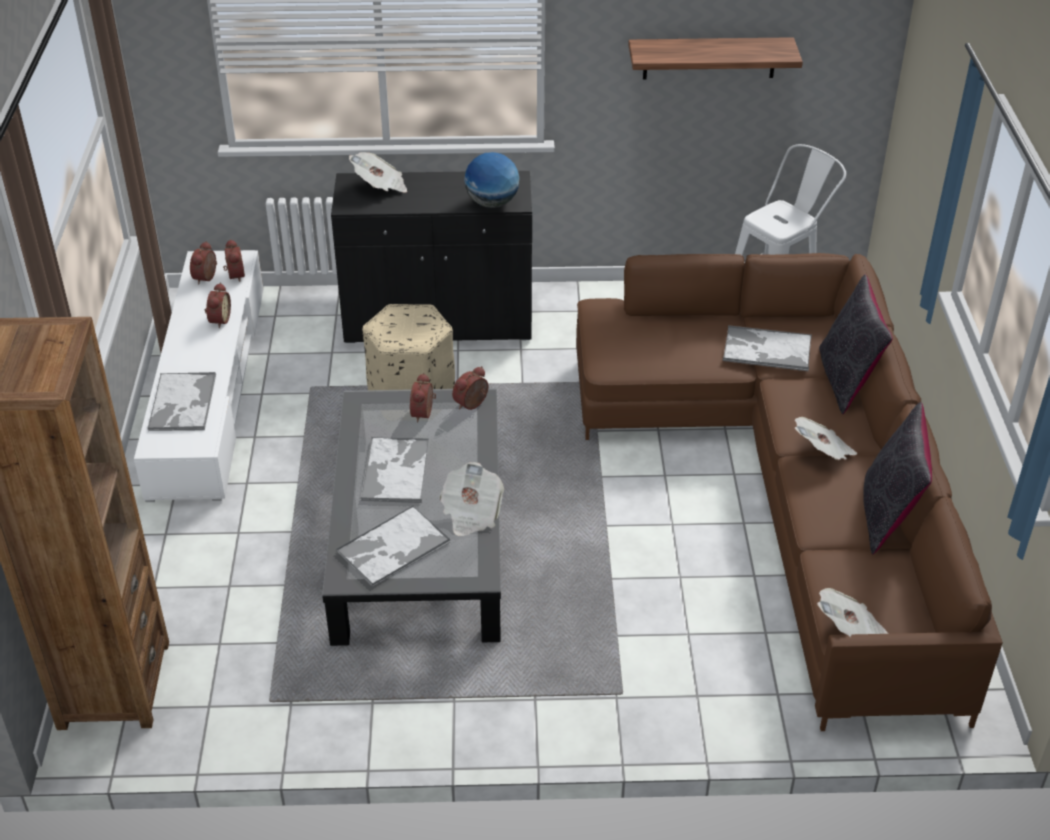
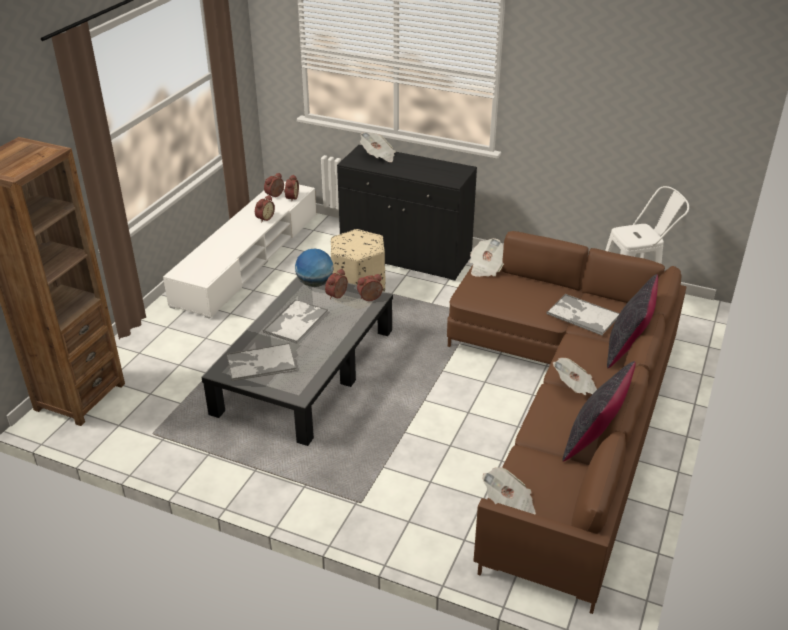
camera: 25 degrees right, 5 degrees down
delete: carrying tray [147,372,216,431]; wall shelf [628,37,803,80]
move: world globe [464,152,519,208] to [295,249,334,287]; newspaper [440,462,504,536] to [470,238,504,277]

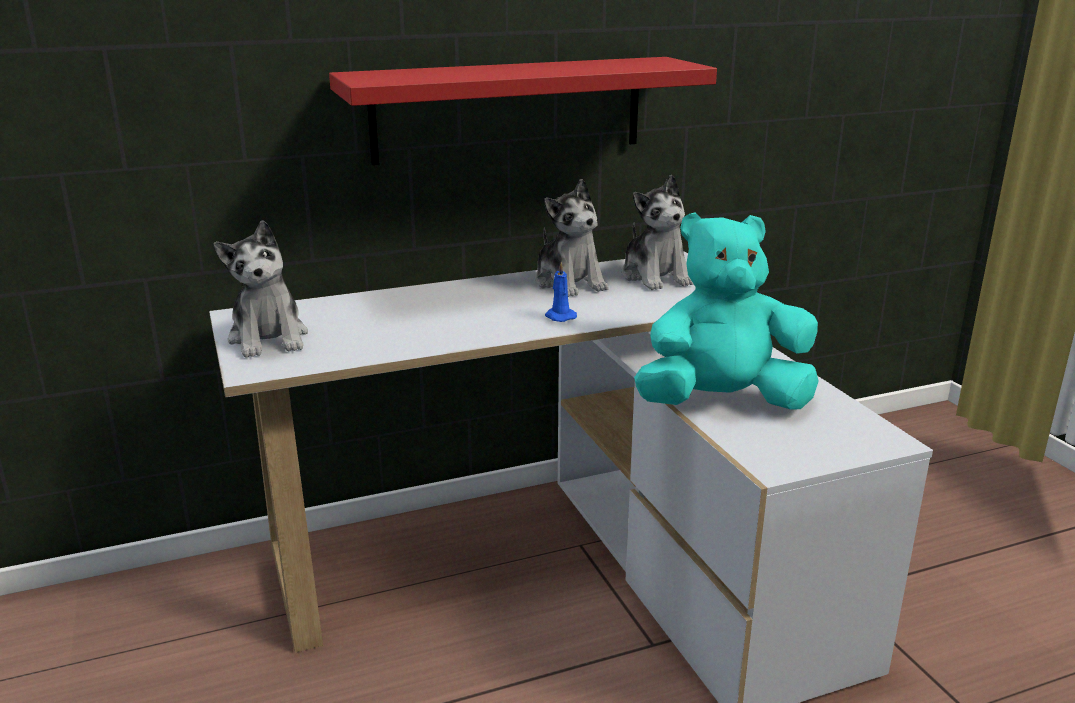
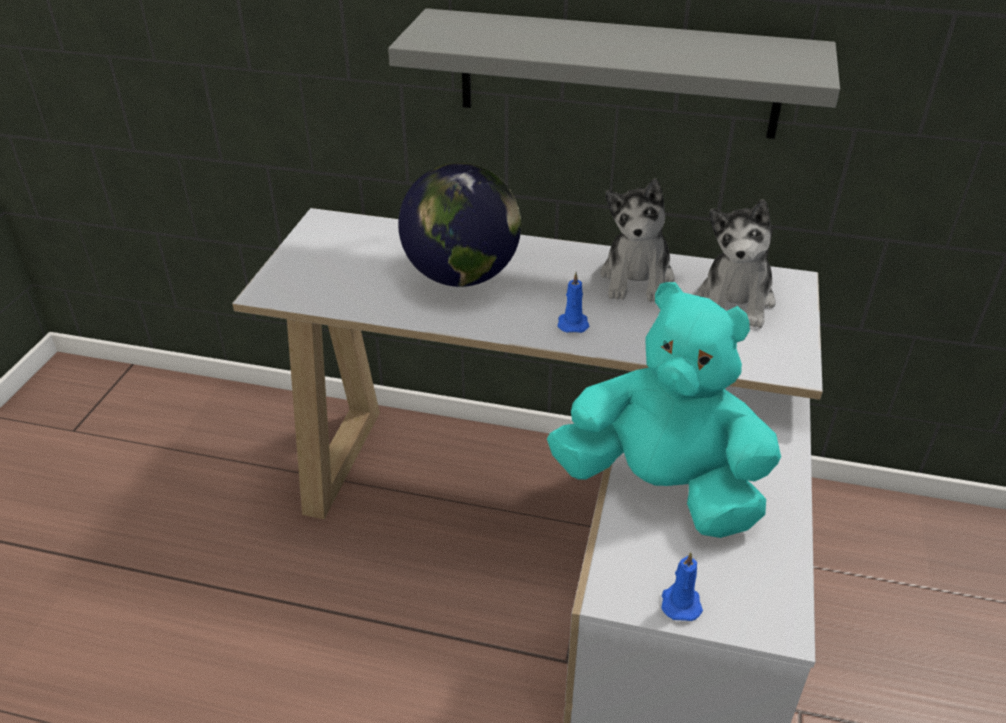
camera: 35 degrees right, 15 degrees up
delete: soft toy [213,220,308,358]
insert: world globe [398,163,521,287]; wax light (blue) [662,552,703,621]
recolor: wall shelf (red-coloured) [329,57,717,165] to wall shelf (greyish) [388,8,840,139]

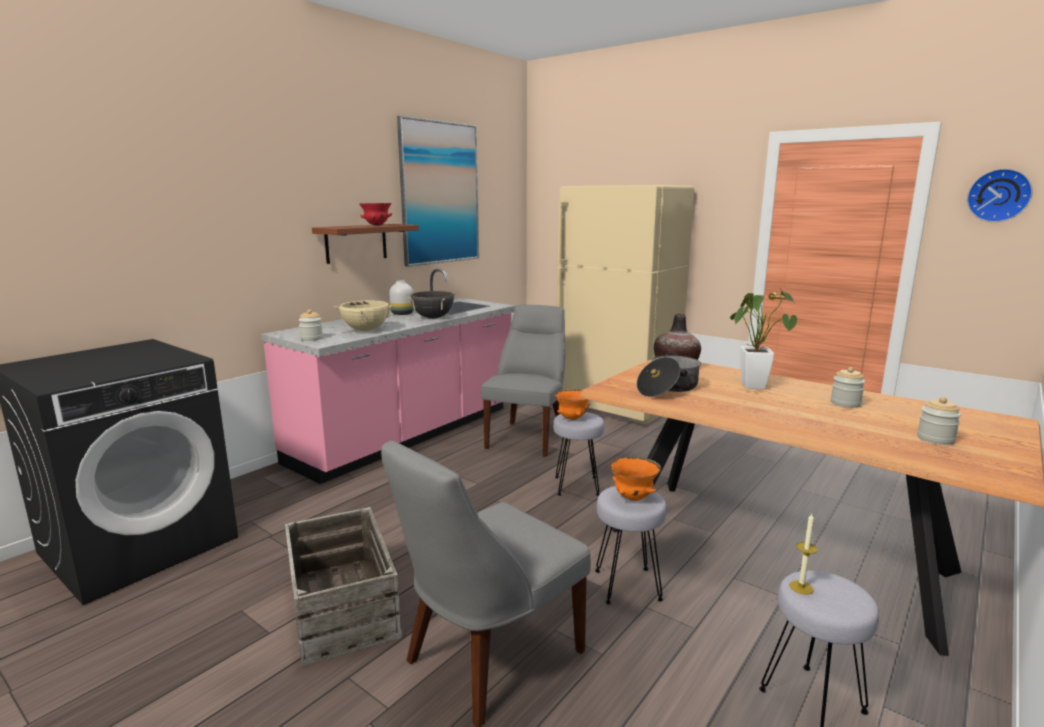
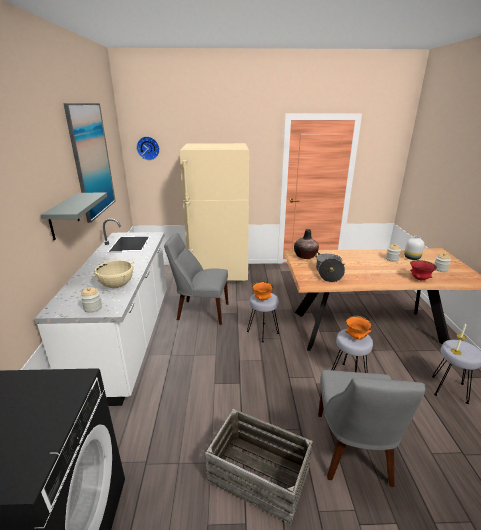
camera: 40 degrees left, 10 degrees up
delete: cooking pot (black) [407,291,456,319]; houseplant [730,288,797,389]
move: hanging clock [967,168,1033,222] to [136,136,160,160]; vase (white) [389,280,414,315] to [404,236,424,260]; deep dish (red-coloured) [360,203,393,226] to [410,260,437,280]
recolor: counter (pink) [261,269,515,484] to counter (white) [35,219,167,406]; wall shelf (brown-coloured) [312,224,419,264] to wall shelf (greyish) [41,193,107,240]
rotate: plain chair (greyish) [481,305,566,457] = [164,233,229,325] 60 degrees counterclockwise

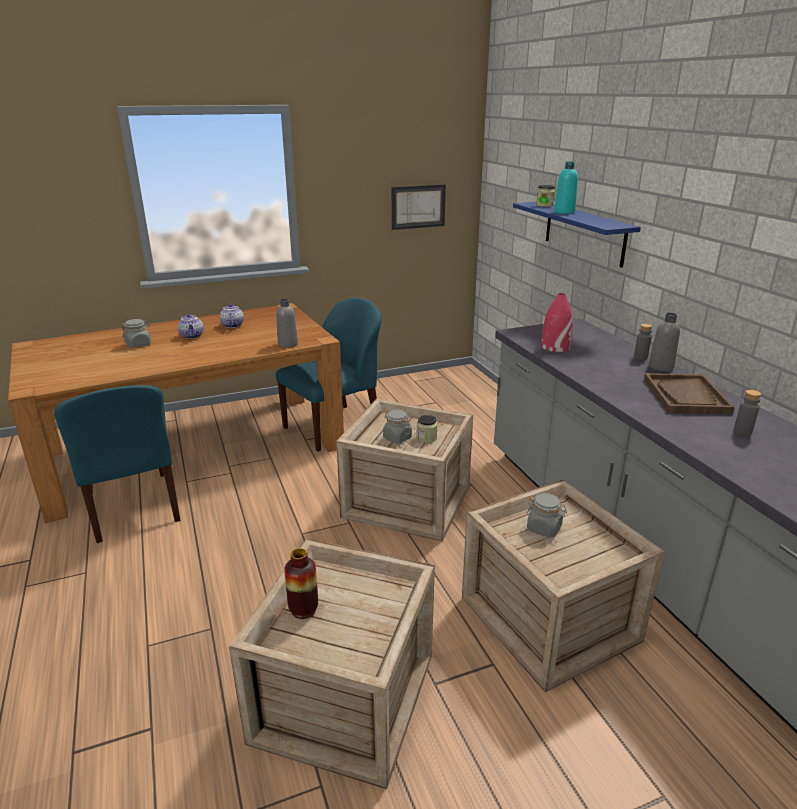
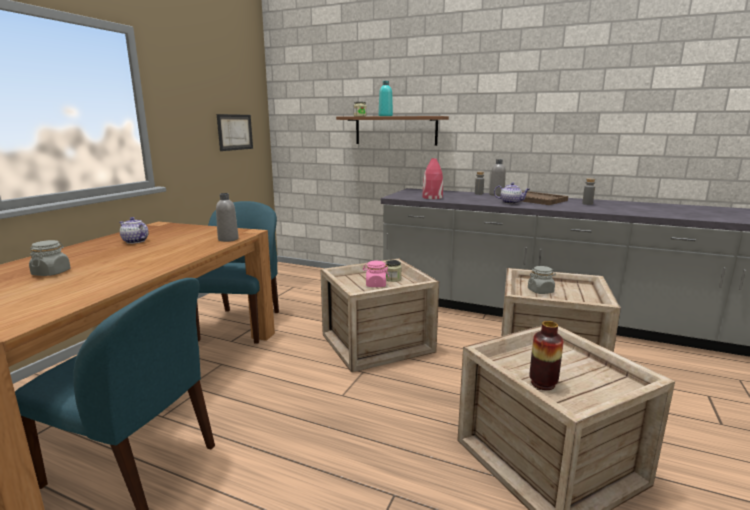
camera: 45 degrees left, 10 degrees down
move: pot for tea [178,313,204,339] to [494,182,530,204]
recolor: wall shelf (blue) [513,202,641,268] to wall shelf (brown-coloured) [336,116,449,146]; storage jar (greyish) [383,410,412,444] to storage jar (pink) [363,261,389,287]

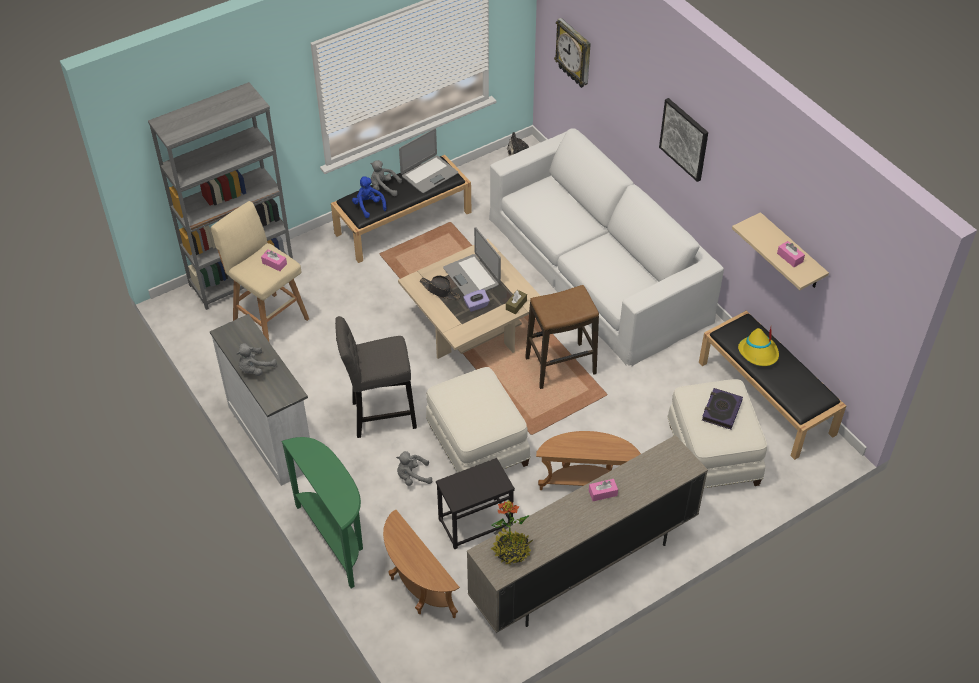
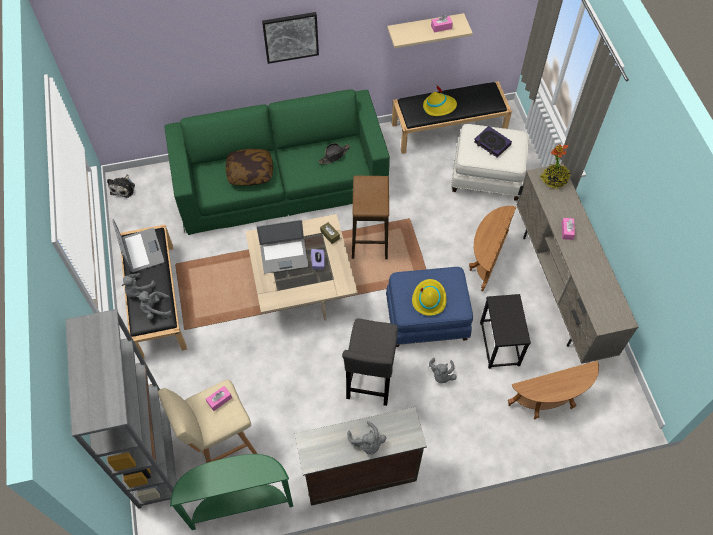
camera: 70 degrees left, 10 degrees up
delete: hanging clock [554,18,591,88]
insert: throw pillow [226,149,273,186]; hat (yellow) [412,279,446,316]
move: narrow table (green-coloured) [281,437,363,588] to [170,454,293,530]; hat (black) [420,275,460,300] to [319,143,350,164]; houseplant [491,501,533,564] to [540,144,571,189]
recolor: soft toy (blue) [352,177,387,218] to soft toy (greyish) [136,291,172,320]; sofa (white) [489,128,724,367] to sofa (green-coloured) [164,89,390,235]; drawer chest (white) [210,314,310,486] to drawer chest (brown-coloured) [295,407,427,506]; pouffe (white) [426,367,530,473] to pouffe (blue) [386,267,473,347]

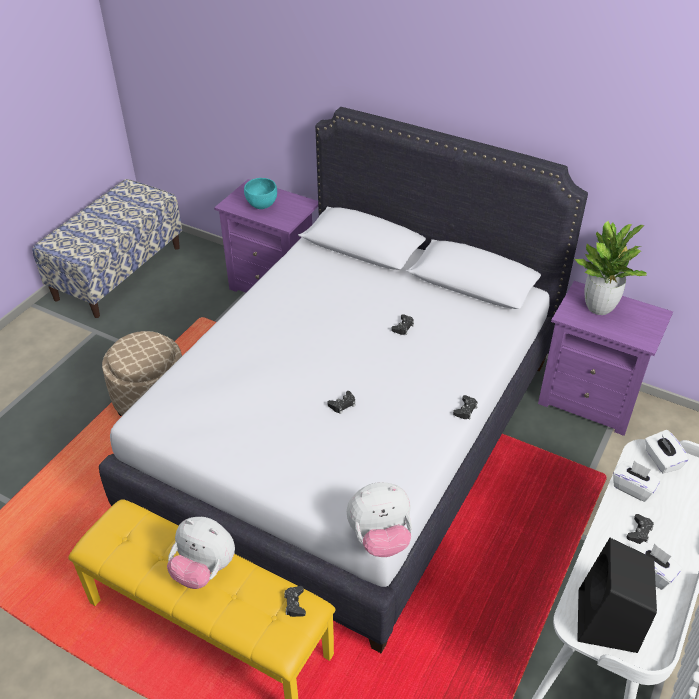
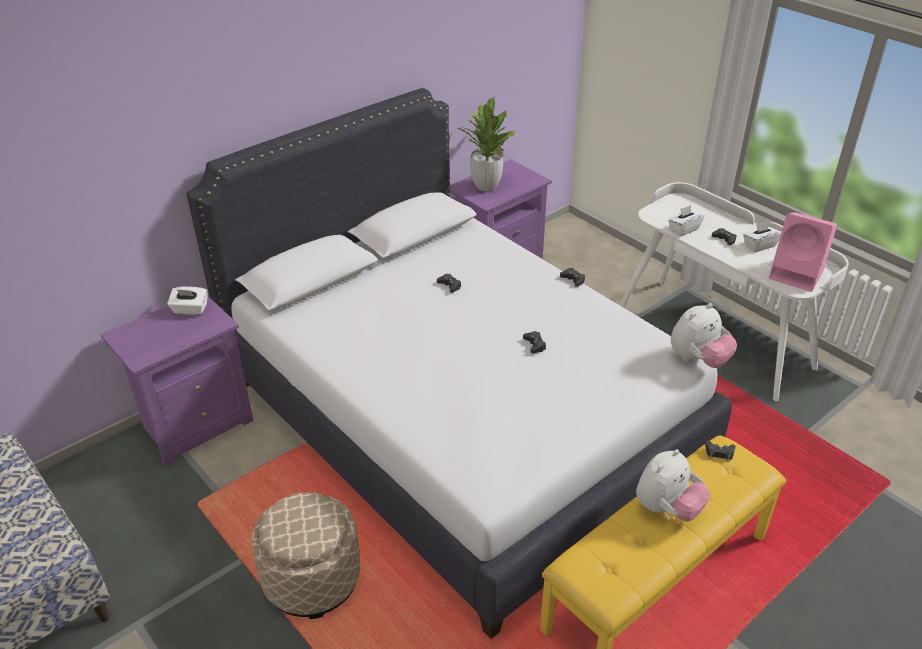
camera: 70 degrees left, 5 degrees down
delete: deep dish (blue-green) [244,178,277,209]
move: tissue box (white) [645,430,689,473] to [167,286,208,315]
recolor: loudspeaker (black) [577,538,657,653] to loudspeaker (pink) [769,212,837,292]
rotate: soft toy [347,482,412,557] = [671,303,737,368] 45 degrees clockwise

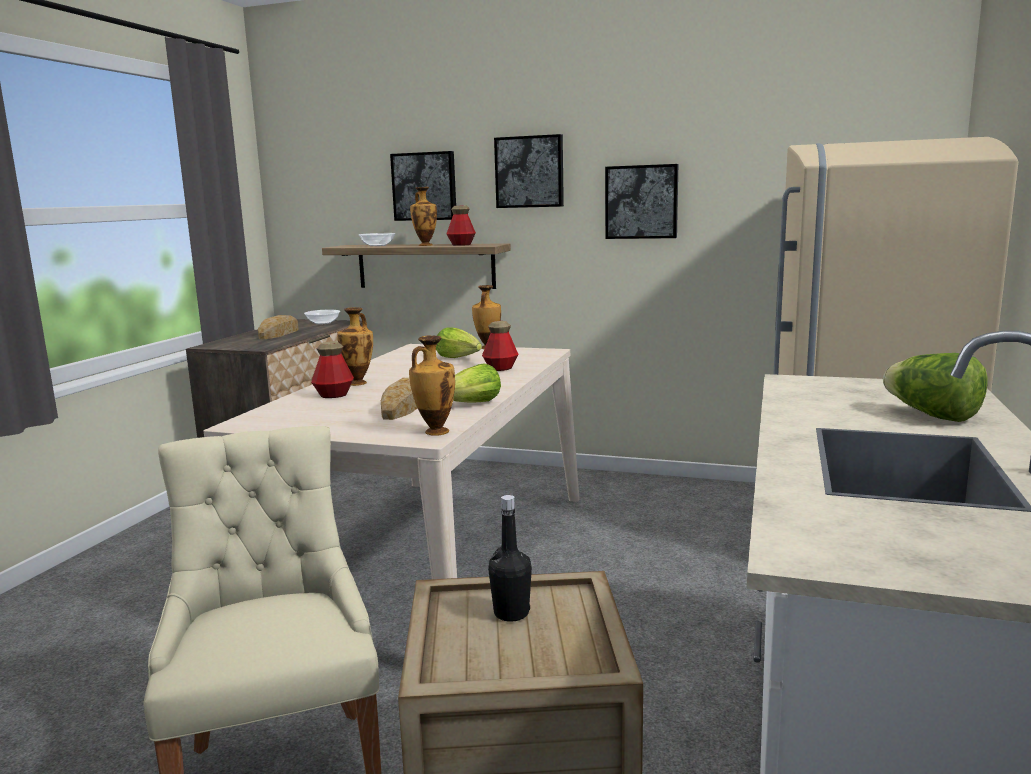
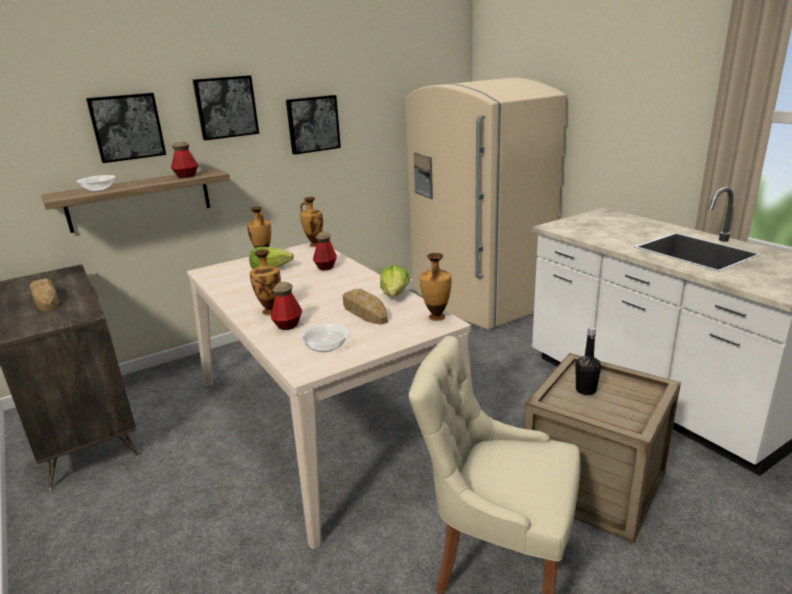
camera: 50 degrees left, 10 degrees up
delete: lettuce [883,353,987,422]
move: vase [410,187,437,246] to [300,197,323,247]; deep dish [304,310,340,324] to [300,323,349,352]

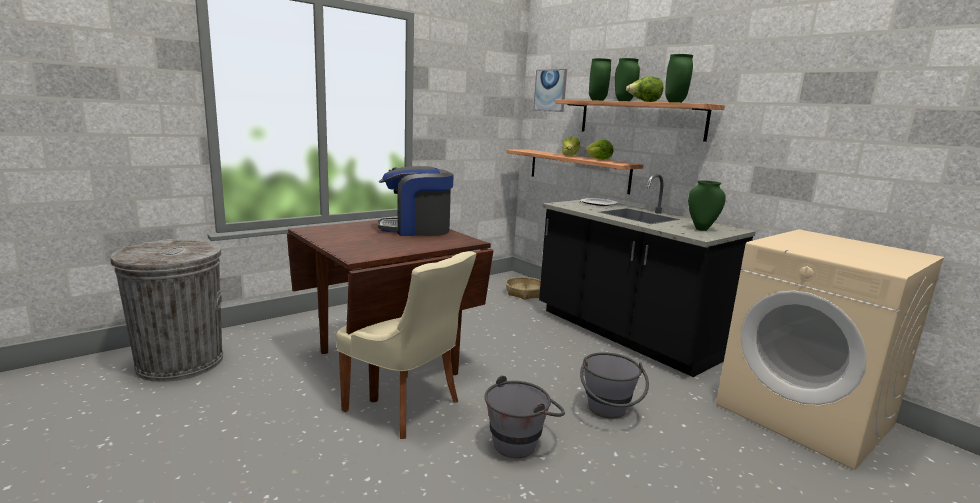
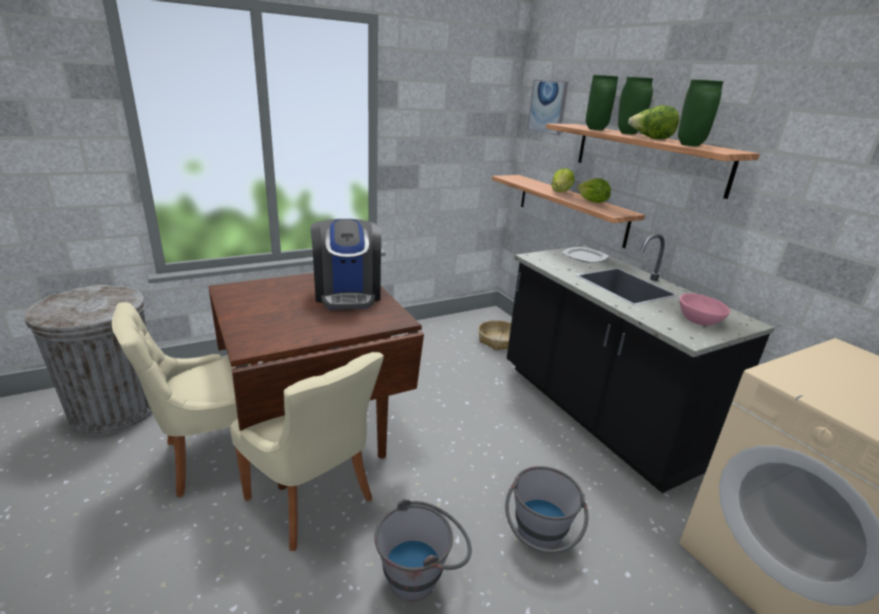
camera: 10 degrees right, 10 degrees up
insert: plain chair (beige) [112,302,251,497]
replace: vase (green-coloured) [688,180,726,231] to deep dish (pink) [680,293,730,326]
rotate: coffee brewer [378,166,454,236] = [310,219,381,309] 105 degrees counterclockwise

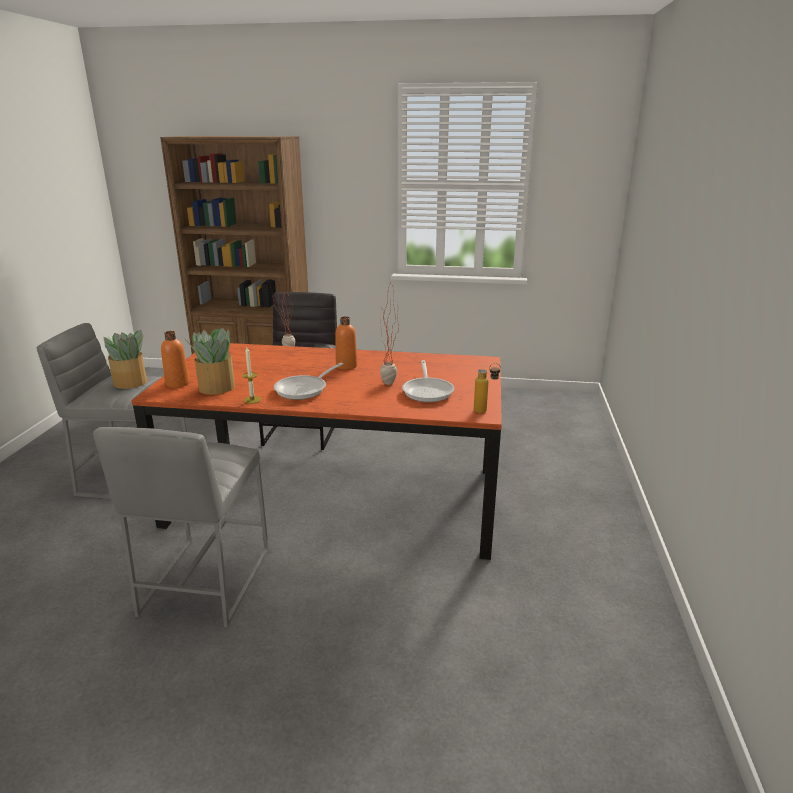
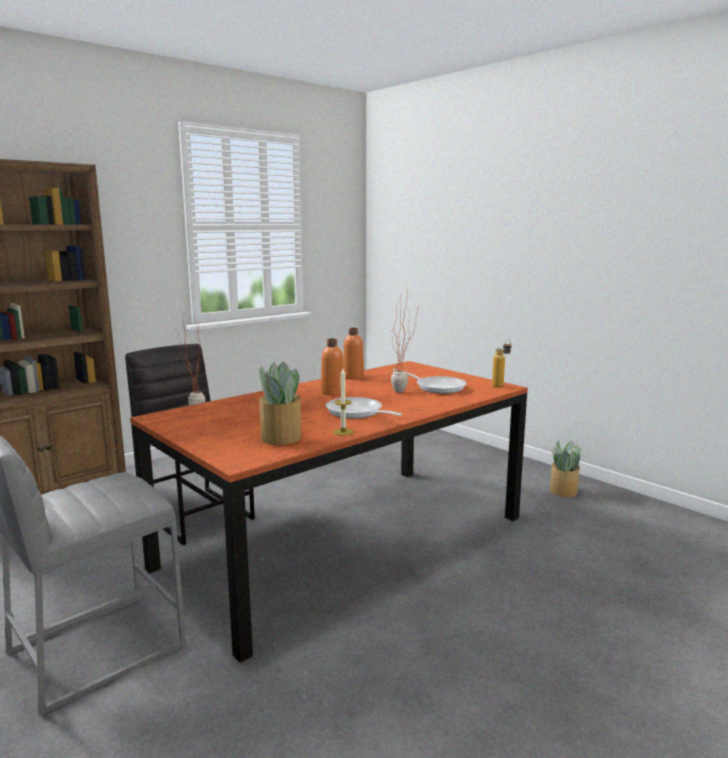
camera: 50 degrees left, 10 degrees down
delete: sitting stool (greyish) [93,427,269,627]
move: beverage bottle (orange) [161,331,190,388] to [343,328,364,379]; houseplant [102,330,147,389] to [550,441,582,497]
rotate: pan [274,363,343,400] = [326,397,403,419] 150 degrees clockwise

